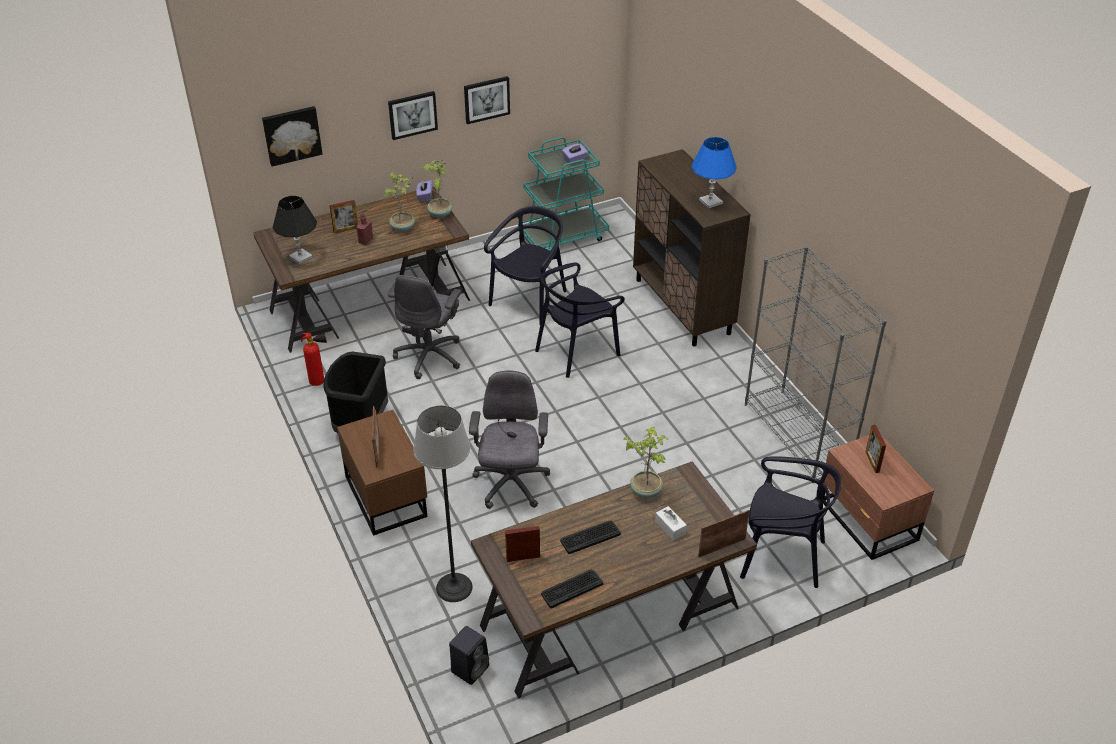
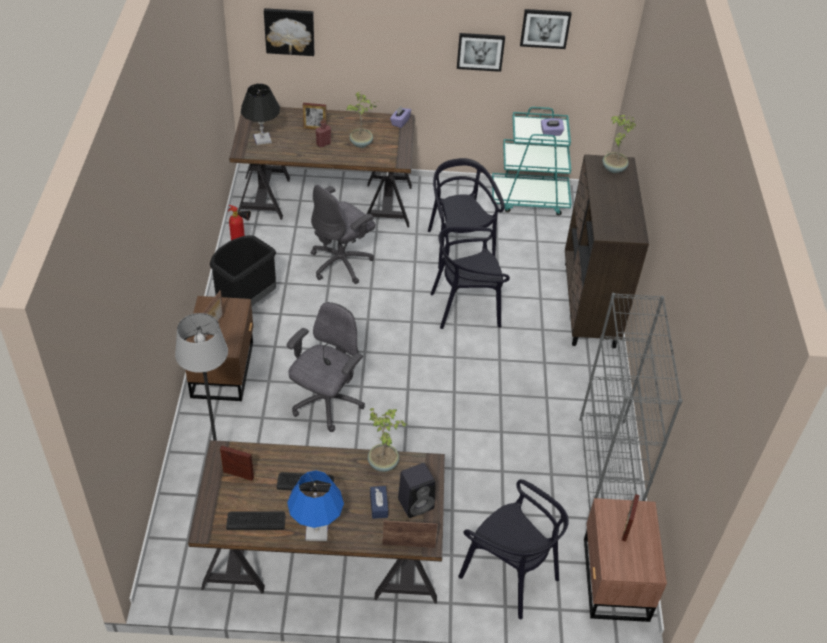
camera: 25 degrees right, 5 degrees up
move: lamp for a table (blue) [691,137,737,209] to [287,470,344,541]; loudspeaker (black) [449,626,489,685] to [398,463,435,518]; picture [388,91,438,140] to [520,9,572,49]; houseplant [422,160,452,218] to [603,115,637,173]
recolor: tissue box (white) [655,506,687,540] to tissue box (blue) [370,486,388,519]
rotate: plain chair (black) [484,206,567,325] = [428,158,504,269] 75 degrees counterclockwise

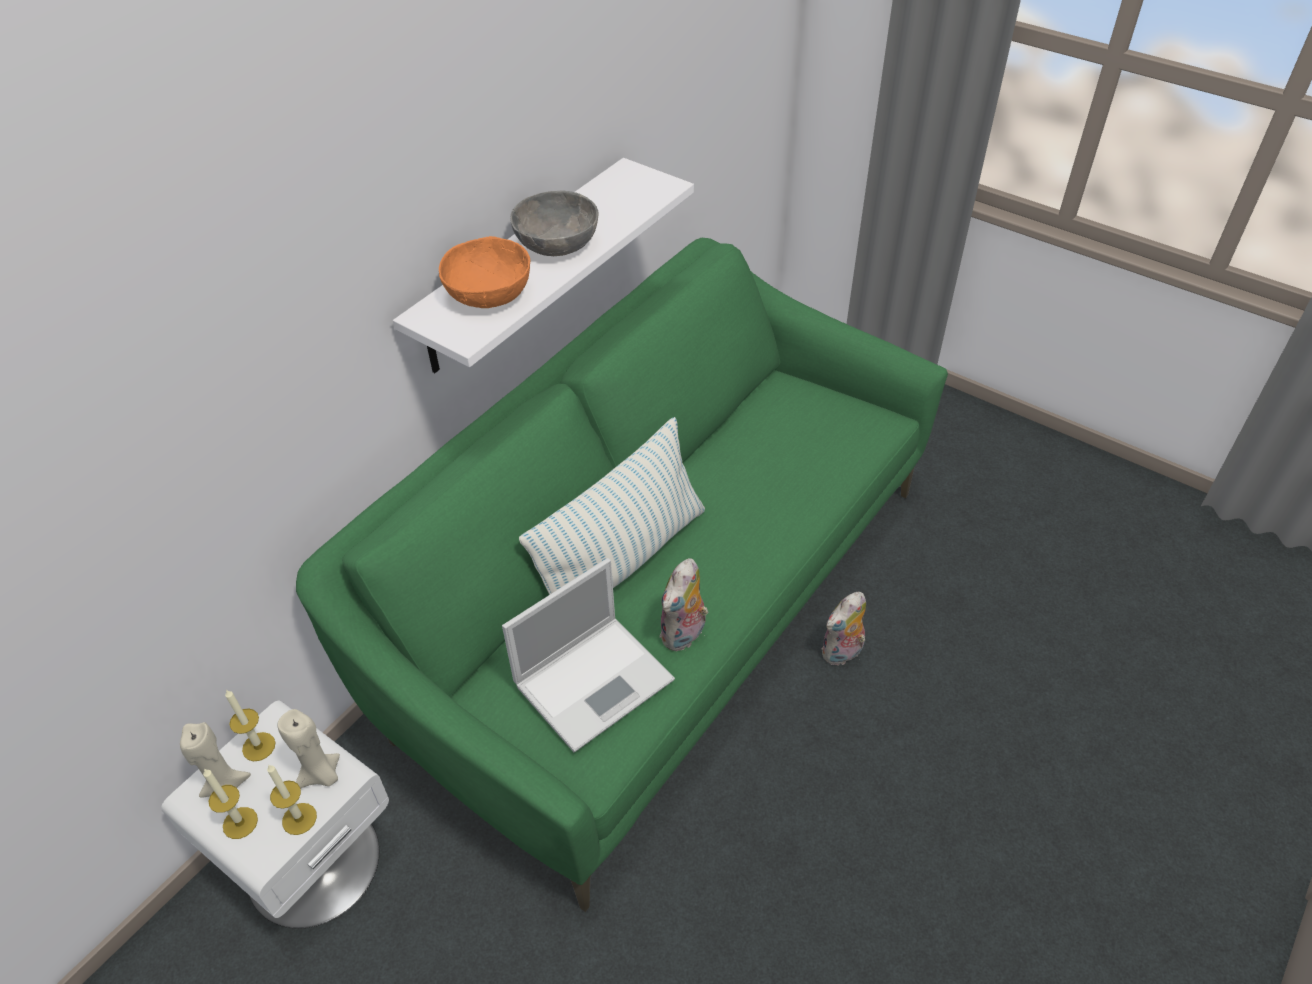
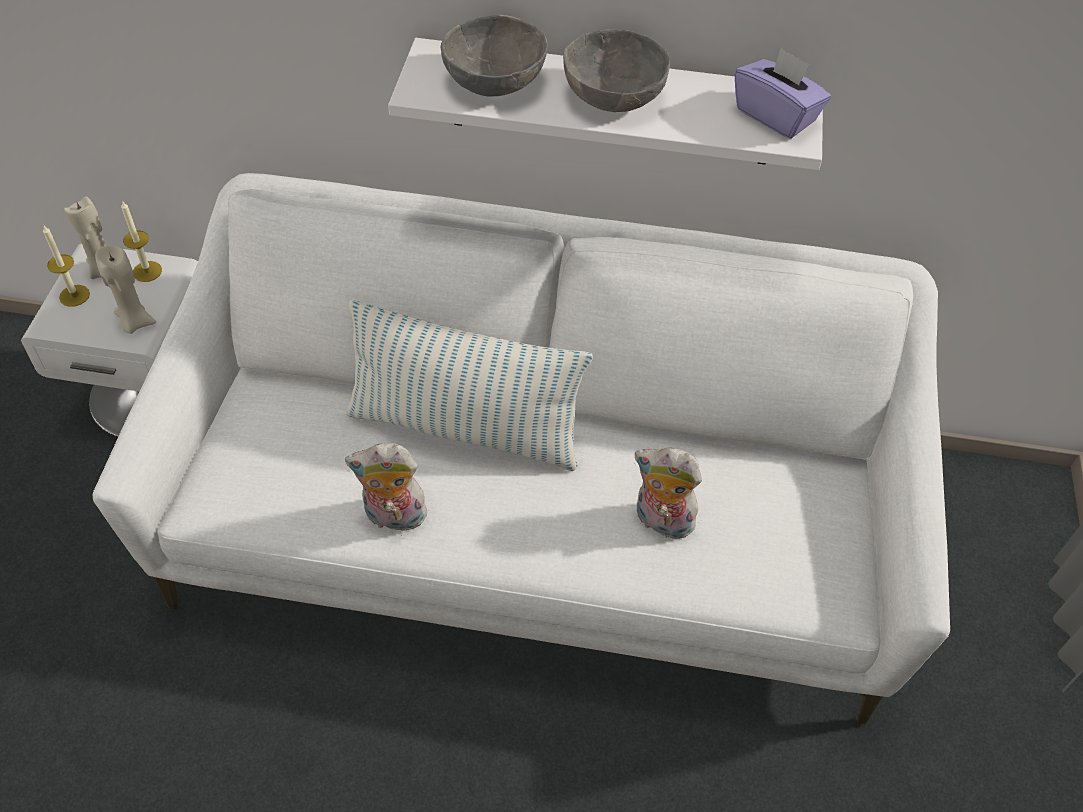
camera: 60 degrees right, 5 degrees up
delete: wax light [267,764,317,835]; notebook computer [502,558,675,752]
insert: tissue box (purplish) [735,48,831,139]
move: soft toy [821,592,866,665] to [634,448,702,539]
recolor: sofa (green-coloured) [296,238,948,912] to sofa (white) [92,173,950,725]; deep dish (orange) [439,236,530,308] to deep dish (greyish) [441,15,548,96]

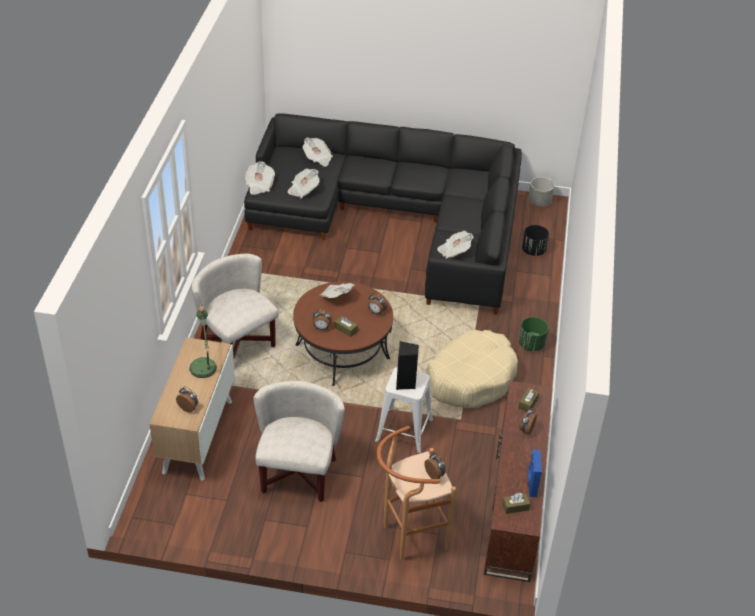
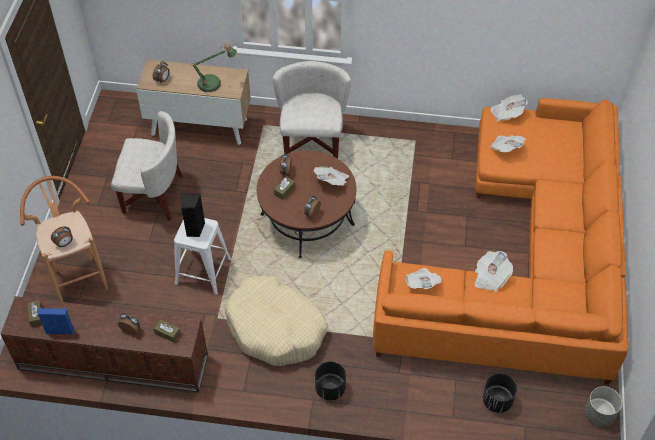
camera: 90 degrees right, 10 degrees up
move: newspaper [302,137,333,167] to [475,251,513,292]
recolor: plant pot (green-coloured) [519,317,548,351] to plant pot (black) [315,361,346,400]; sofa (black) [244,113,522,315] to sofa (orange) [373,98,629,385]
rotate: easy chair (white) [192,254,279,358] = [273,61,351,159] 45 degrees counterclockwise

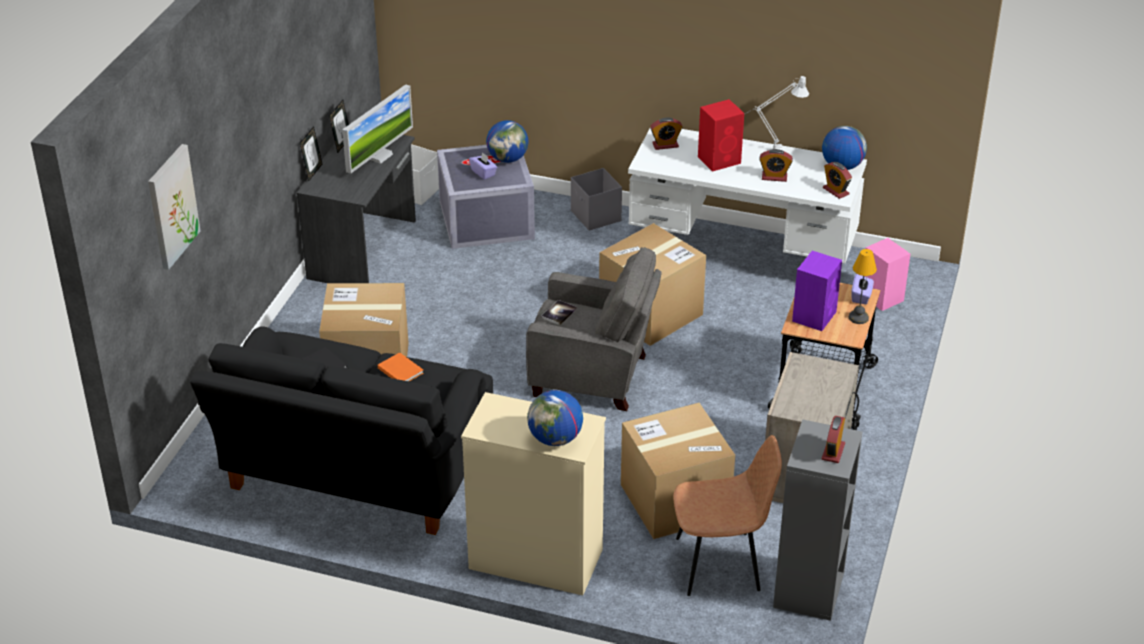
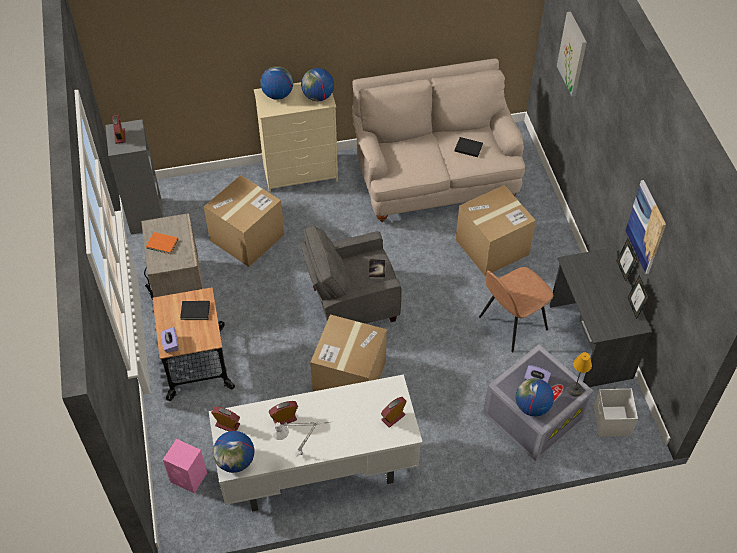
camera: 150 degrees right, 15 degrees up
delete: computer screen [342,84,413,173]; storage box (greyish) [571,168,622,231]; loudspeaker (red-coloured) [698,99,744,172]
insert: world globe [301,68,334,101]; picture [626,180,666,274]
move: volume (orange) [378,352,424,382] to [146,232,178,254]; plain chair (brown-coloured) [673,435,782,596] to [479,267,553,352]; lamp for a table [849,249,877,324] to [567,352,592,397]
replace: loudspeaker (purplish) [792,251,842,331] to volume (black) [180,301,210,320]
recolor: sofa (black) [190,327,493,535] to sofa (beige) [352,58,525,222]

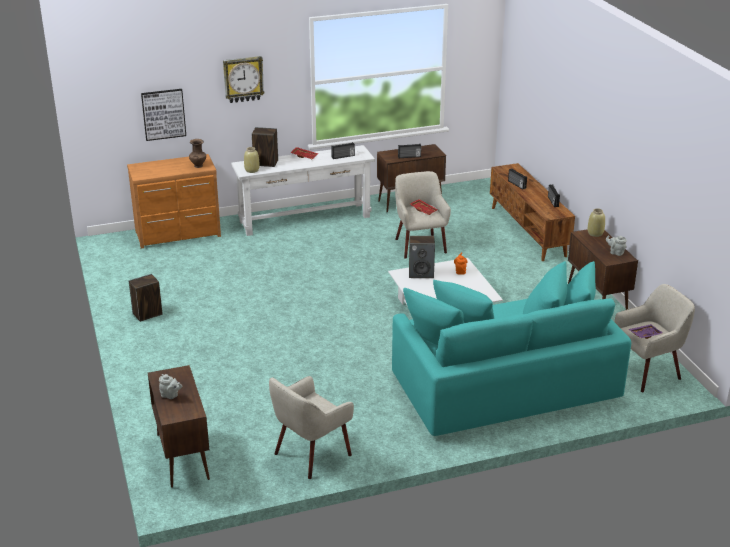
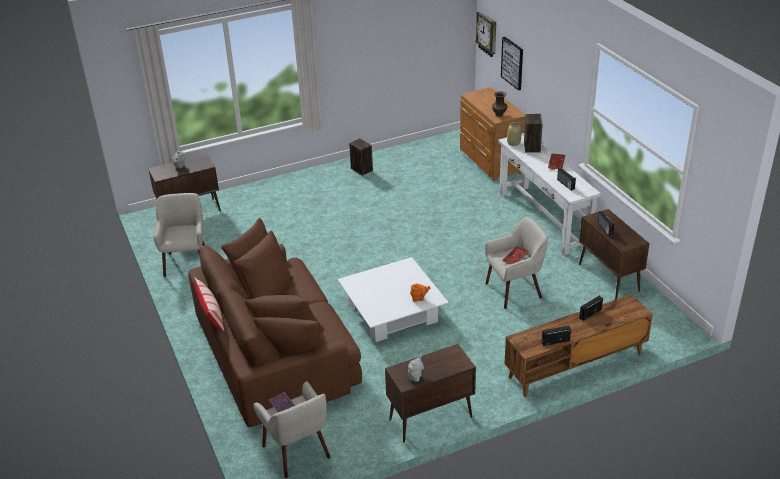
camera: 85 degrees right, 5 degrees up
delete: loudspeaker [409,236,435,278]; vase (beige) [588,208,605,237]
insert: throw pillow [194,277,224,331]
move: hanging clock [223,56,264,103] to [475,11,496,57]
recolor: sofa (blue-green) [392,261,631,436] to sofa (brown-coloured) [188,218,362,427]
rotate: easy chair (beige) [269,376,354,479] = [153,193,205,277] 45 degrees clockwise

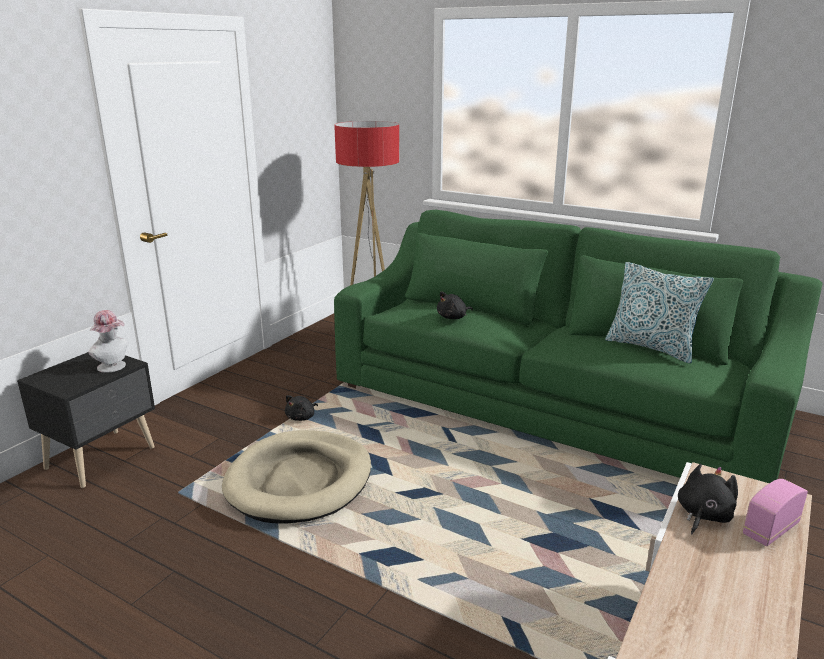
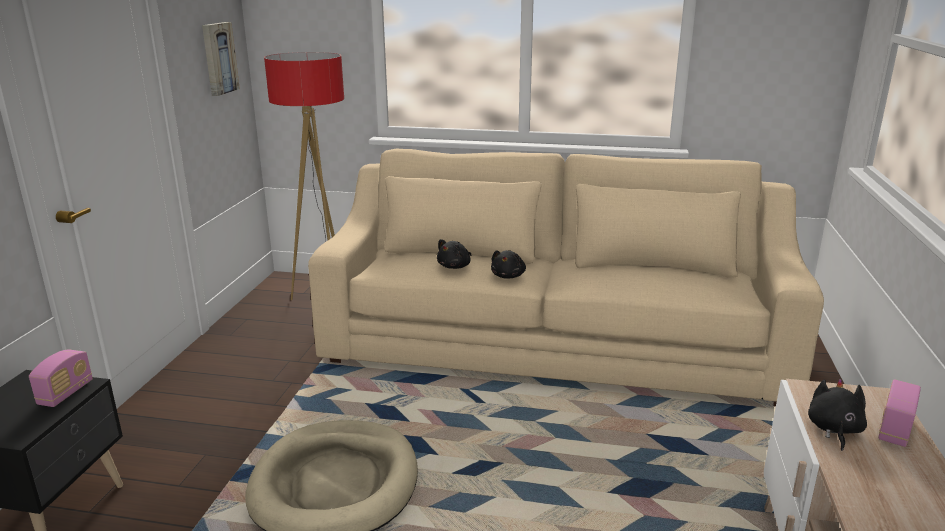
camera: 20 degrees left, 0 degrees up
delete: throw pillow [605,262,714,363]
insert: picture [202,22,240,96]
move: soft toy (black) [285,395,318,421] to [491,250,526,279]
replace: hat [88,310,128,373] to radio [29,349,93,407]
recolor: sofa (green-coloured) [334,210,823,483] to sofa (beige) [308,149,824,407]

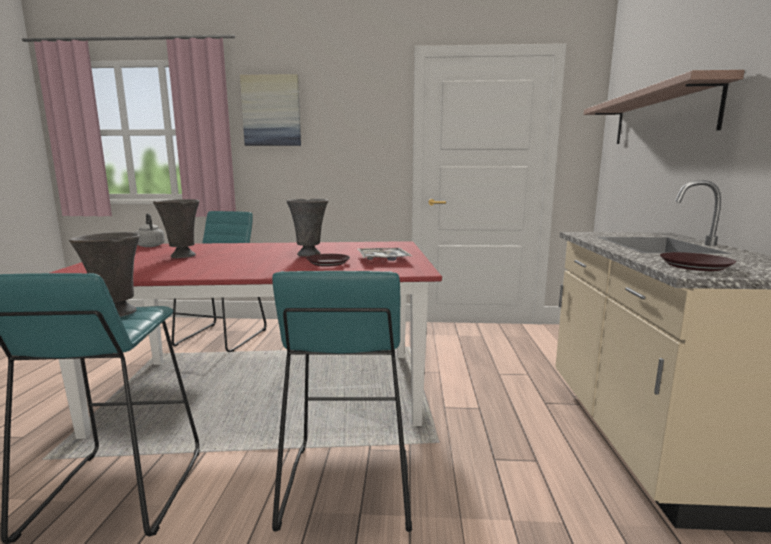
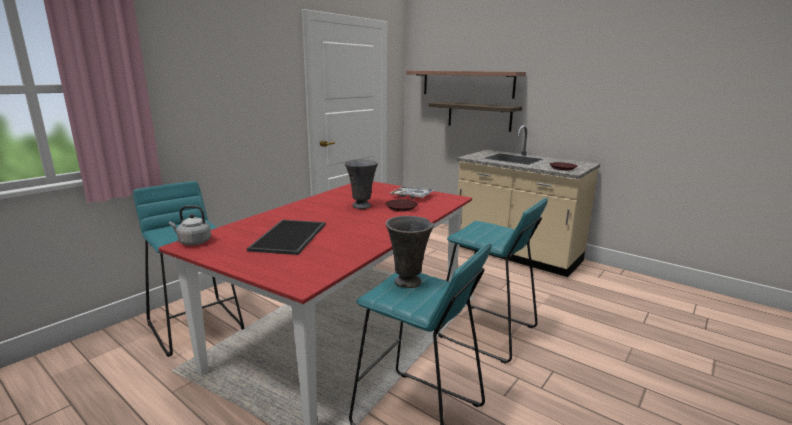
camera: 55 degrees left, 5 degrees up
delete: picture [240,74,301,146]
insert: wall shelf [428,102,522,132]
replace: vase (greyish) [153,199,199,258] to carrying tray [247,220,325,255]

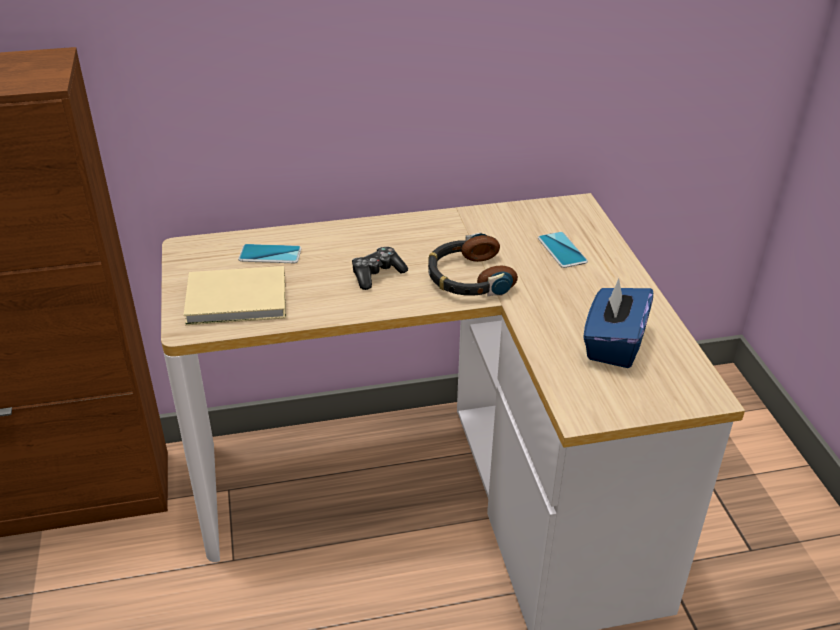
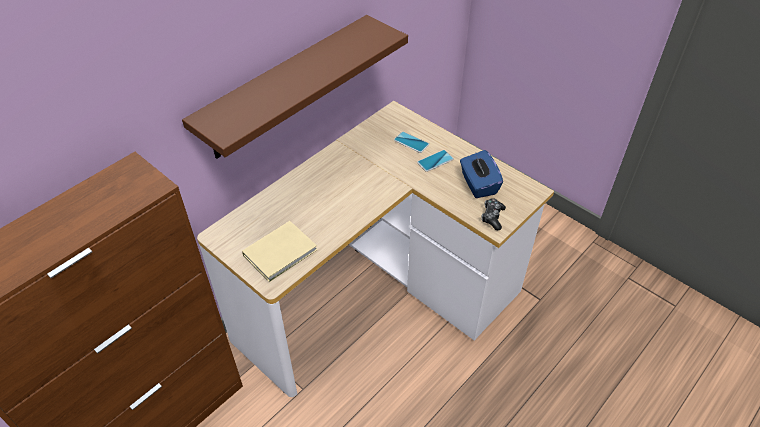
camera: 35 degrees left, 10 degrees up
delete: headphones [428,232,518,296]
insert: wall shelf (brown-coloured) [182,15,408,159]
move: telephone [238,244,302,263] to [417,150,454,172]; joypad [352,247,408,290] to [482,198,506,230]

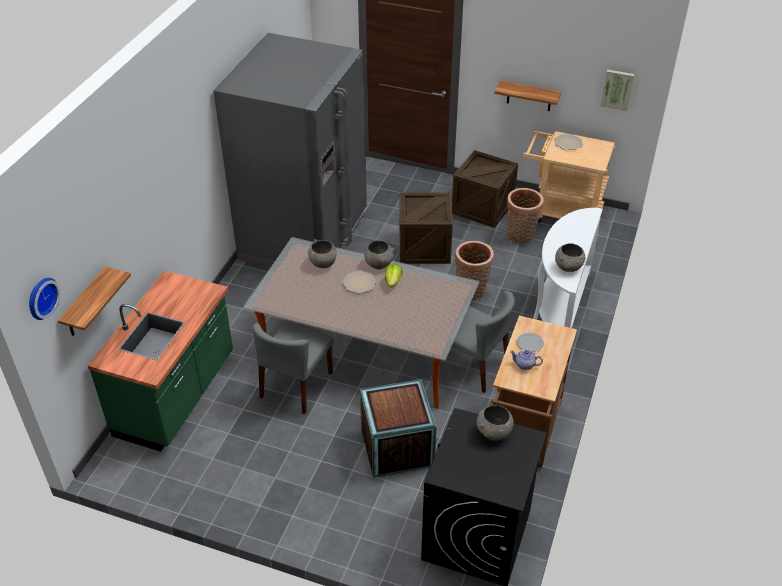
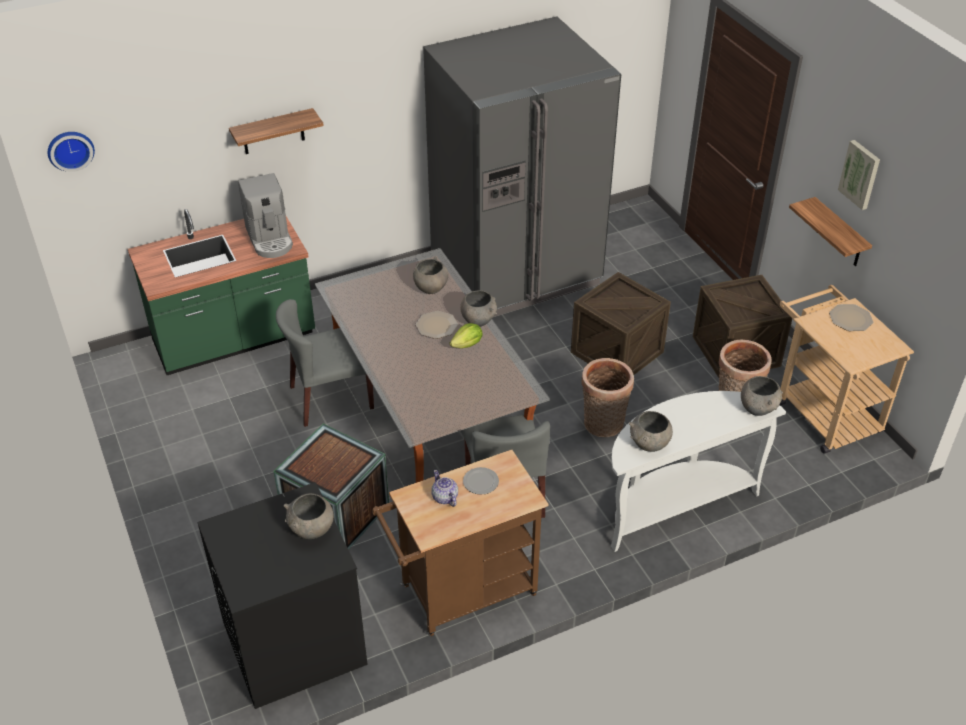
camera: 45 degrees right, 0 degrees up
insert: coffee brewer [238,173,293,258]; deep dish (greyish) [741,376,783,416]
move: wall shelf [58,266,131,336] to [229,108,324,154]; picture [601,70,634,111] to [838,140,880,210]

